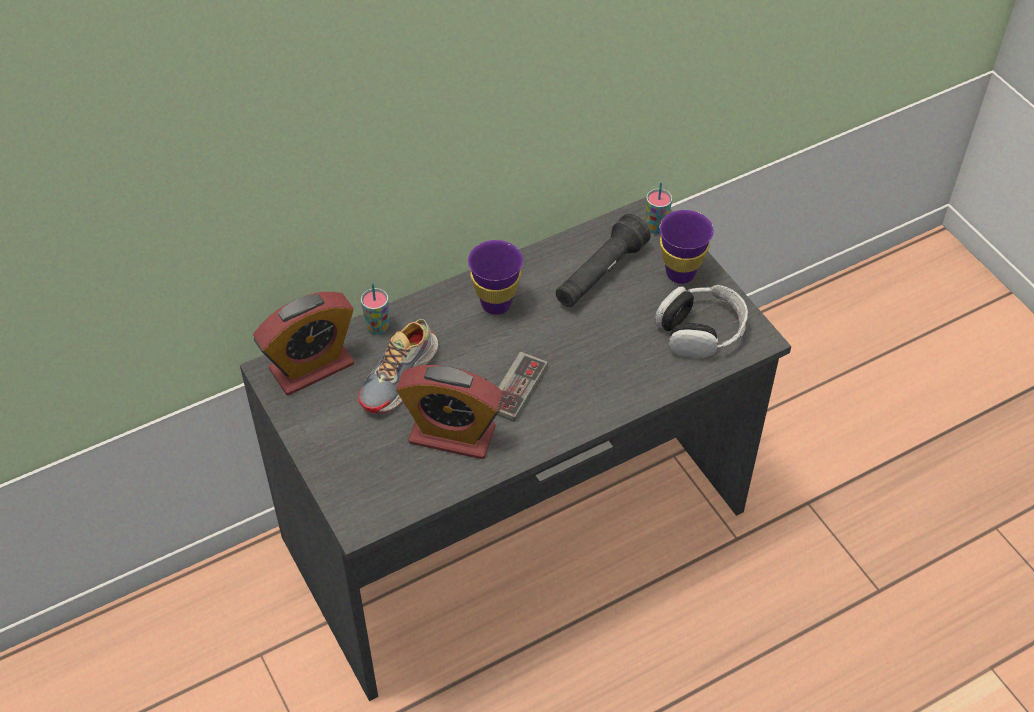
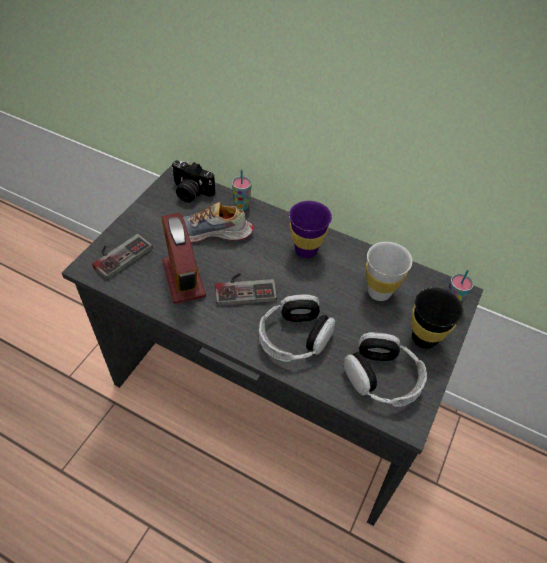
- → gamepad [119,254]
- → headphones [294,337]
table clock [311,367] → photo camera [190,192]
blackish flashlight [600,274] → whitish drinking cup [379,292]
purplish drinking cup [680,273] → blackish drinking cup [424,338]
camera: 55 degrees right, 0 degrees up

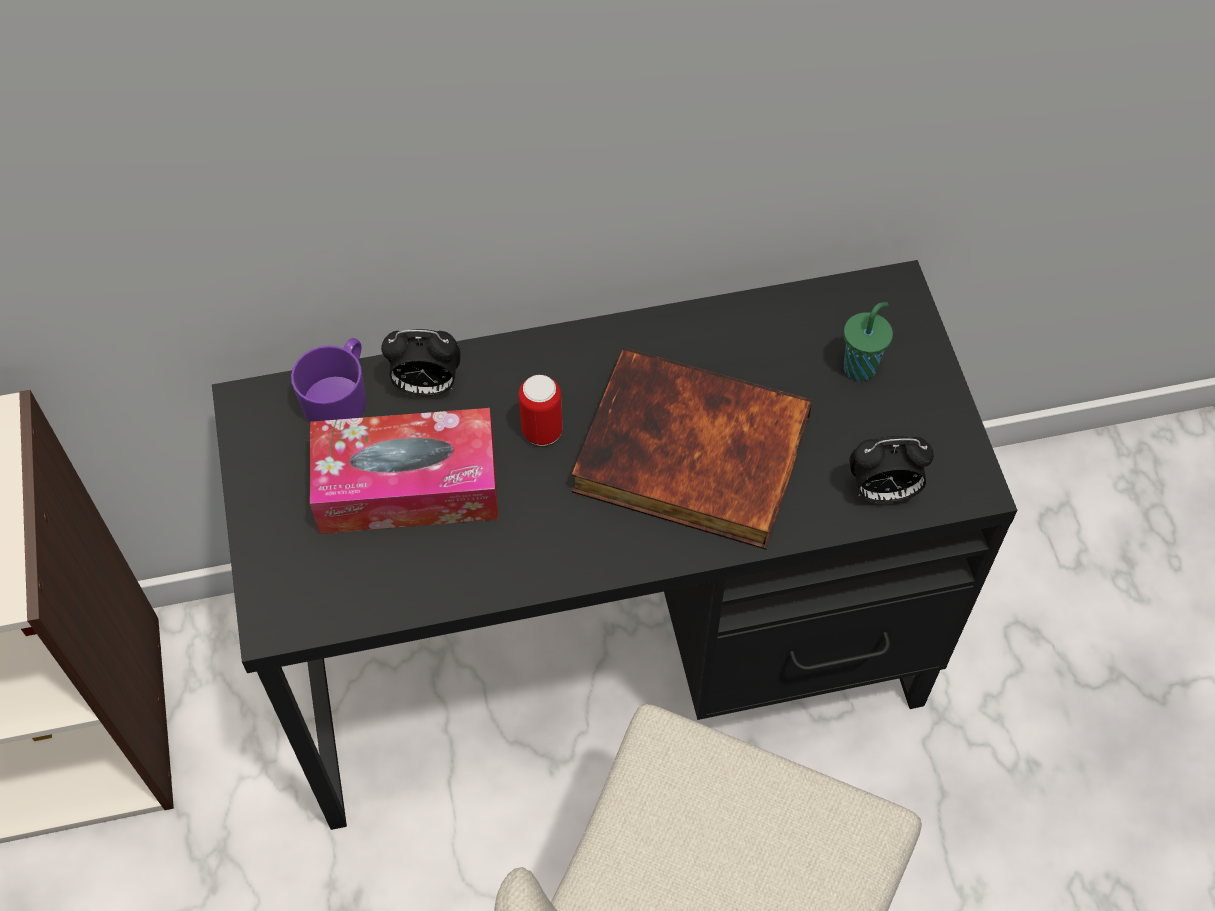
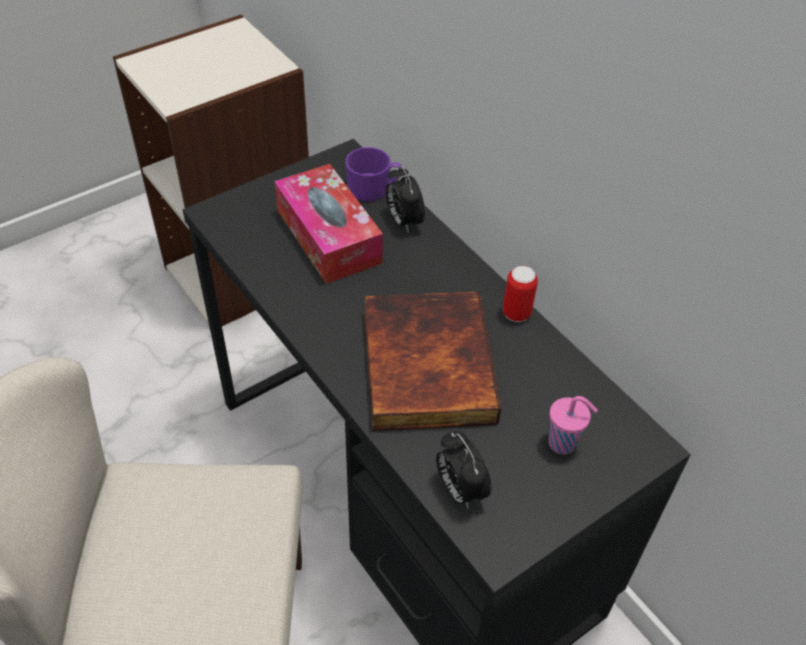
can [542,431] → can [516,313], moved
greenish drinking cup [861,366] → pink-coloured drinking cup [563,444]
camera: 65 degrees right, 10 degrees down

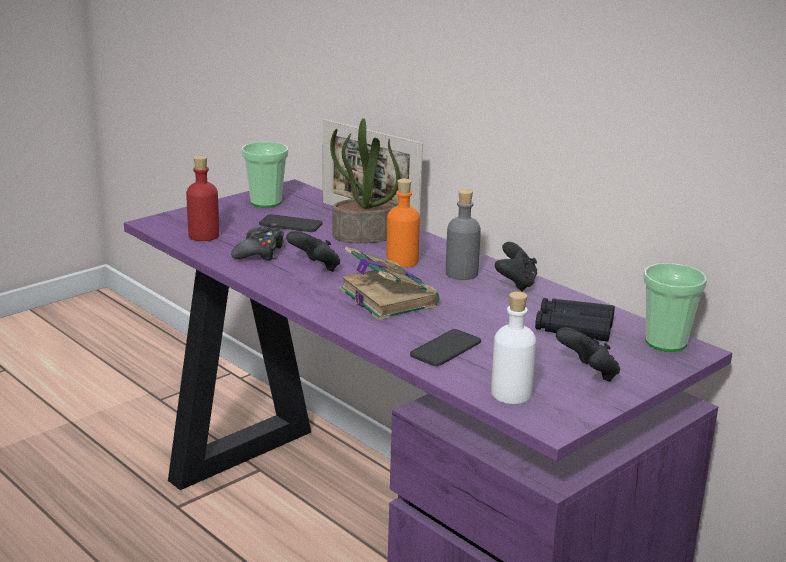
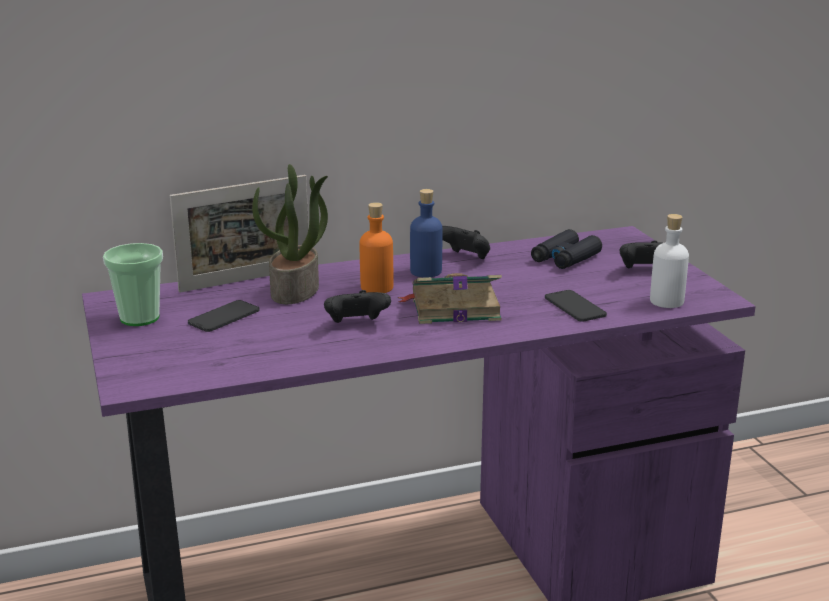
red-coloured bottle [204,235] → -
blackish gamepad [260,252] → -
drinking cup [665,342] → -
greyish bottle [461,273] → blue-coloured bottle [426,271]
camera: 65 degrees left, 0 degrees up

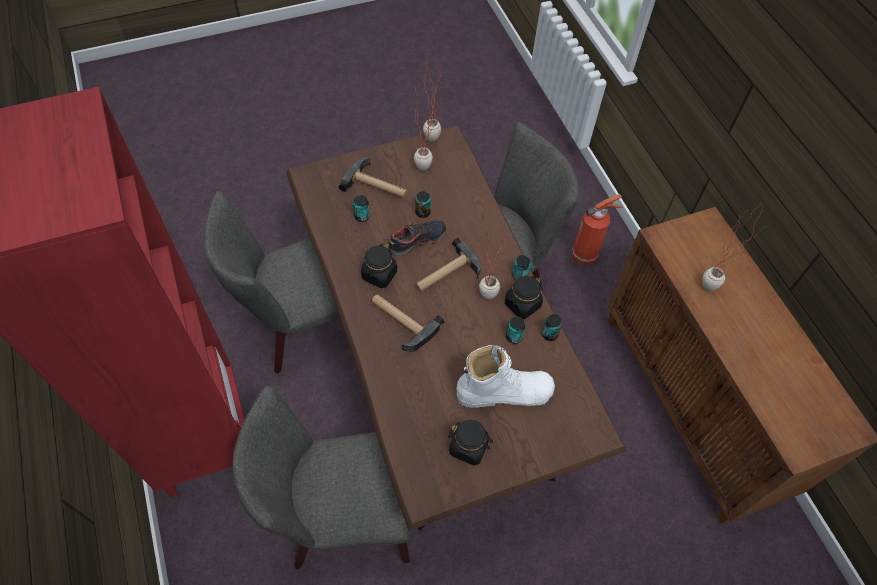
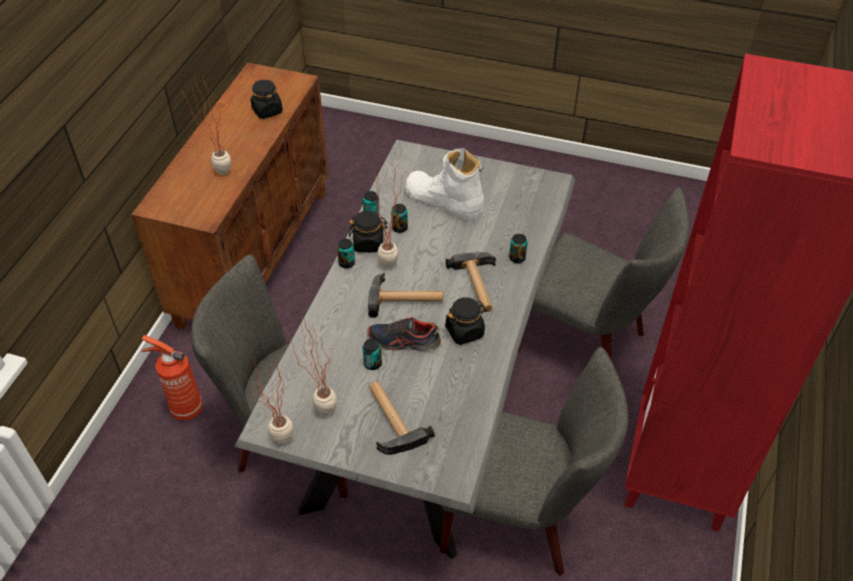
can [362,216] → can [517,258], moved
blackish jar [469,447] → blackish jar [267,110], moved
brown-coloured kitchen table [435,370] → greyish kitchen table [426,398]
camera: 140 degrees left, 10 degrees down

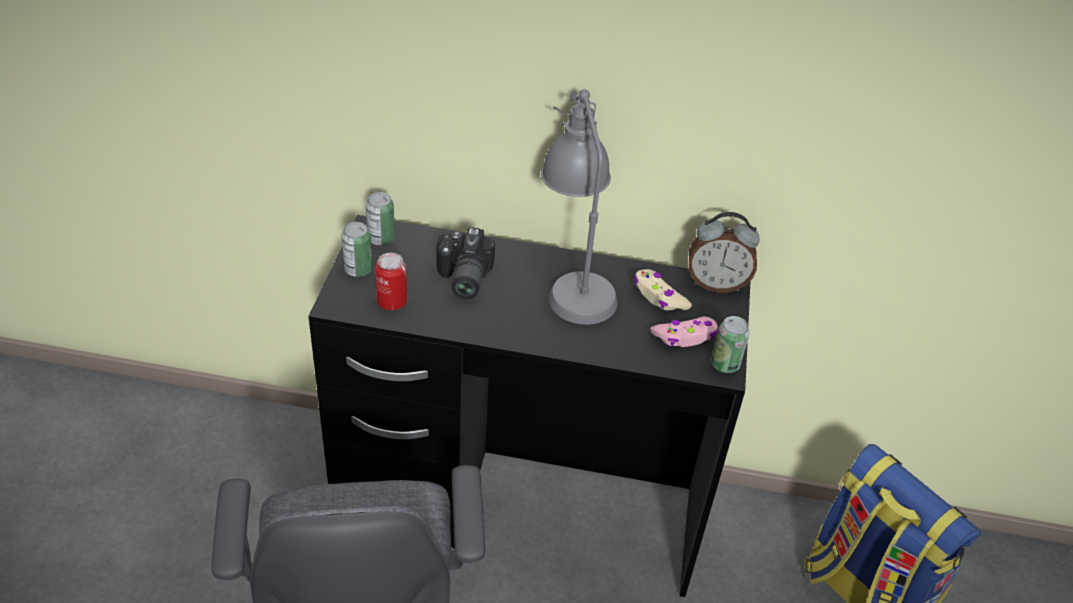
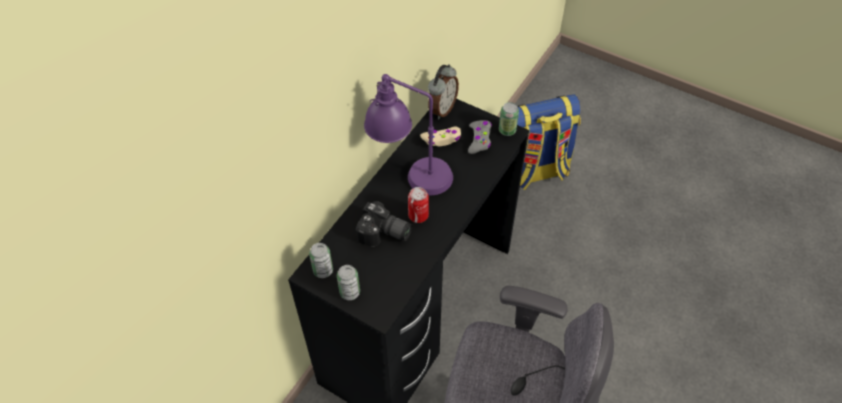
can [392,302] → can [418,216], moved
greyish lamp for a table [573,279] → purplish lamp for a table [410,176]
pink-coloured gamepad [685,337] → greyish gamepad [479,140]
camera: 65 degrees left, 10 degrees up

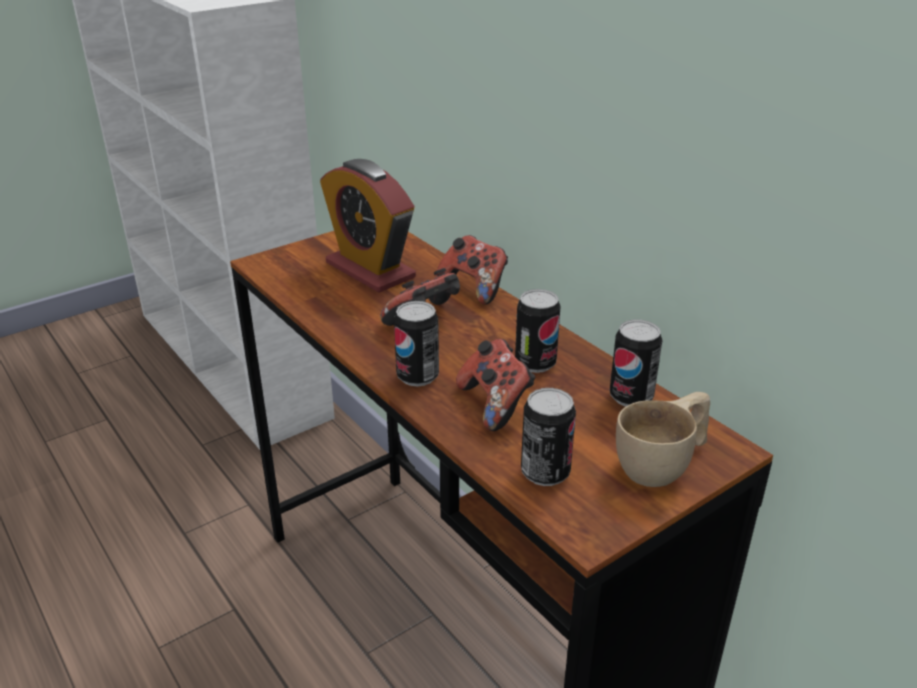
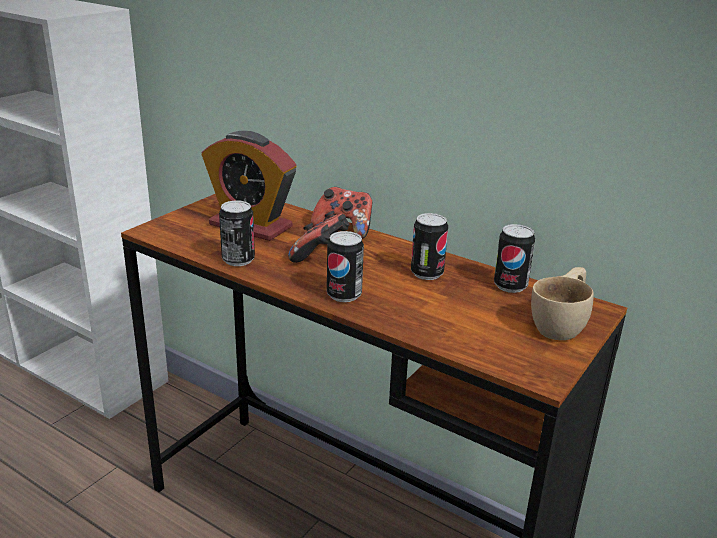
gamepad [495,404] → -
can [545,472] → can [238,260], moved
camera: 20 degrees left, 5 degrees down

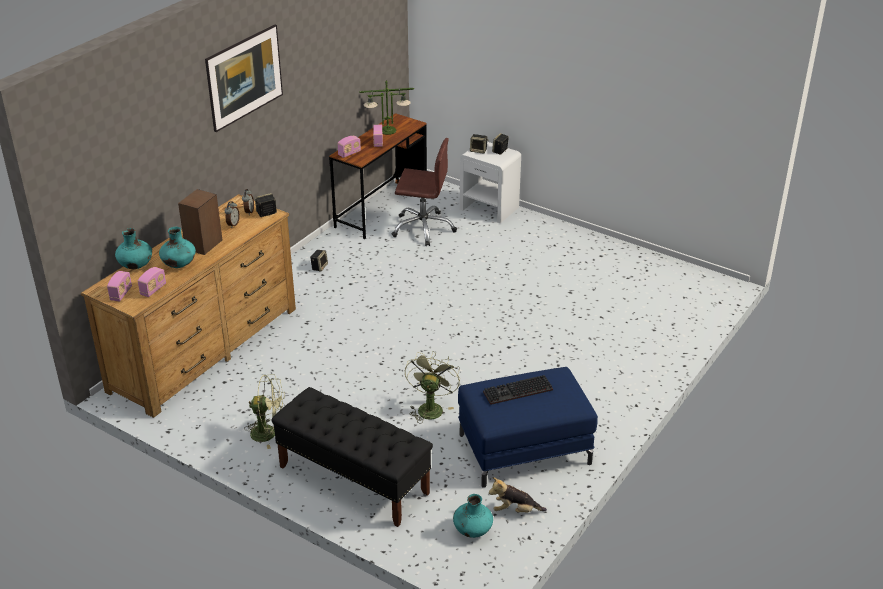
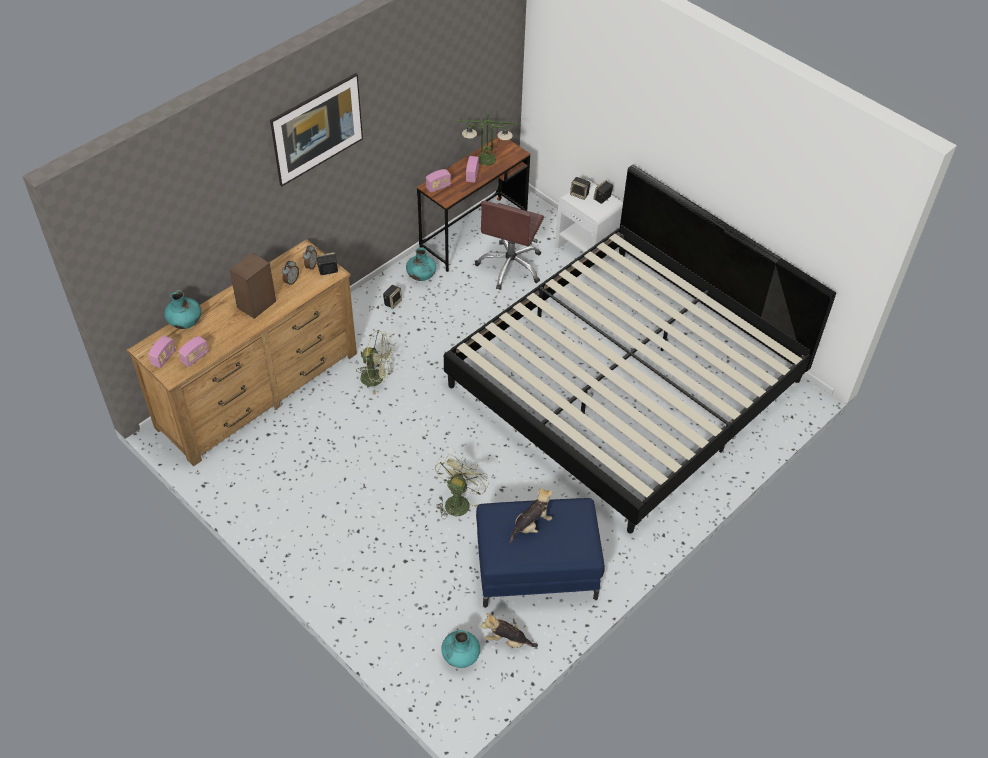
blackish indoor bench [353,480] → -
- → bed [626,382]
turquoise-coloured vase [179,265] → turquoise-coloured vase [421,276], moved
greenish fan [269,433] → greenish fan [377,378], moved
computer keyboard [517,392] → cuddly toy [531,525]
brown-coloured office chair [423,228] → brown-coloured office chair [510,266], 90 degrees clockwise
camera: 10 degrees right, 15 degrees up

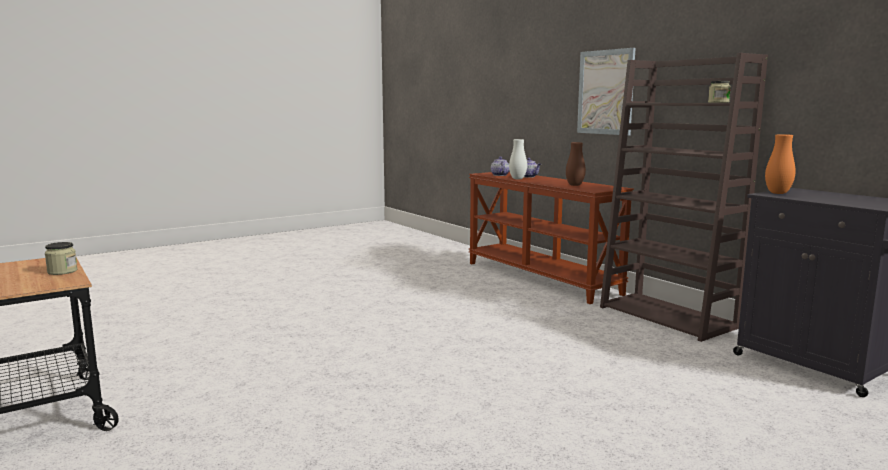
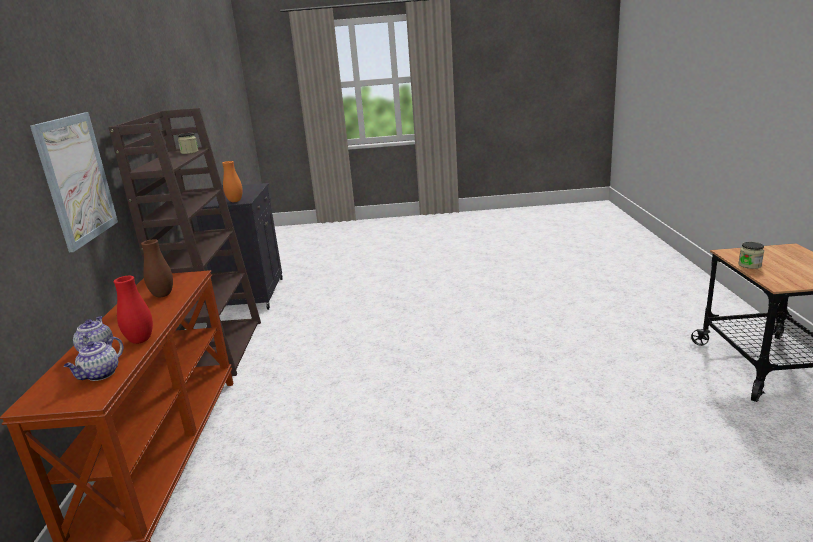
whitish vase [517,179] → red-coloured vase [140,340]
camera: 145 degrees left, 10 degrees up

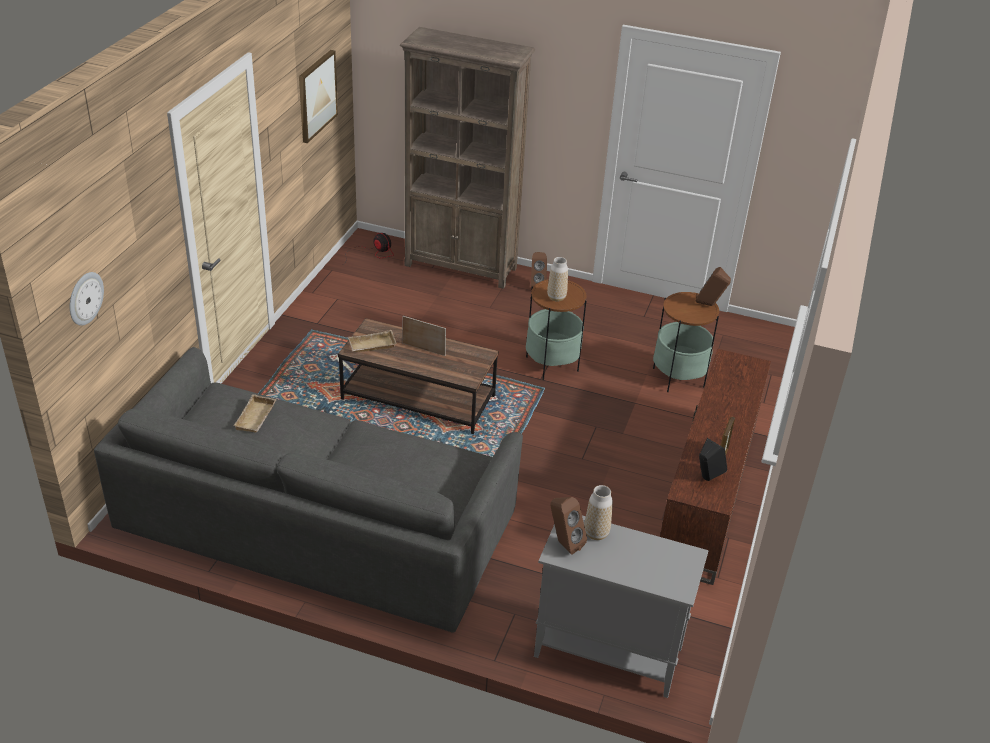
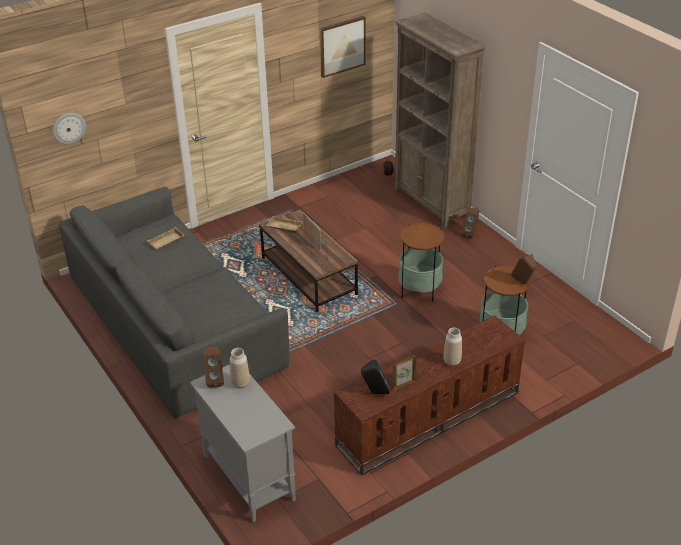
vase [556,297] → vase [452,361], moved
camera: 40 degrees right, 0 degrees up

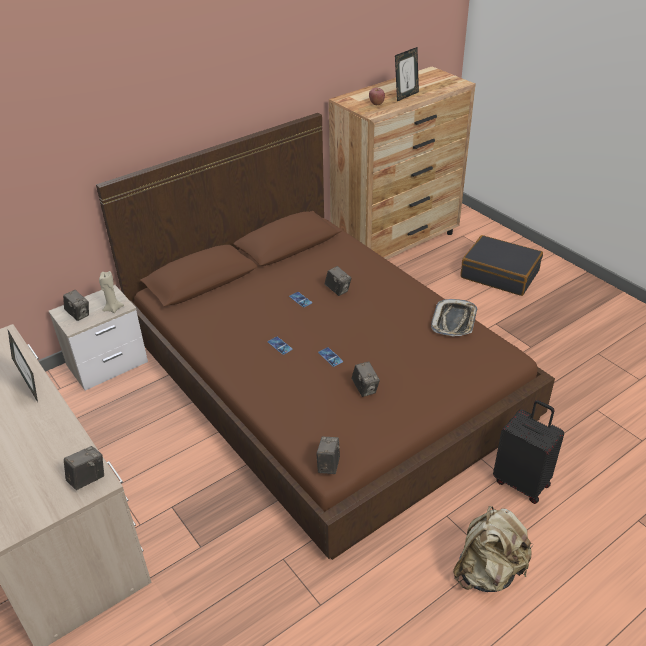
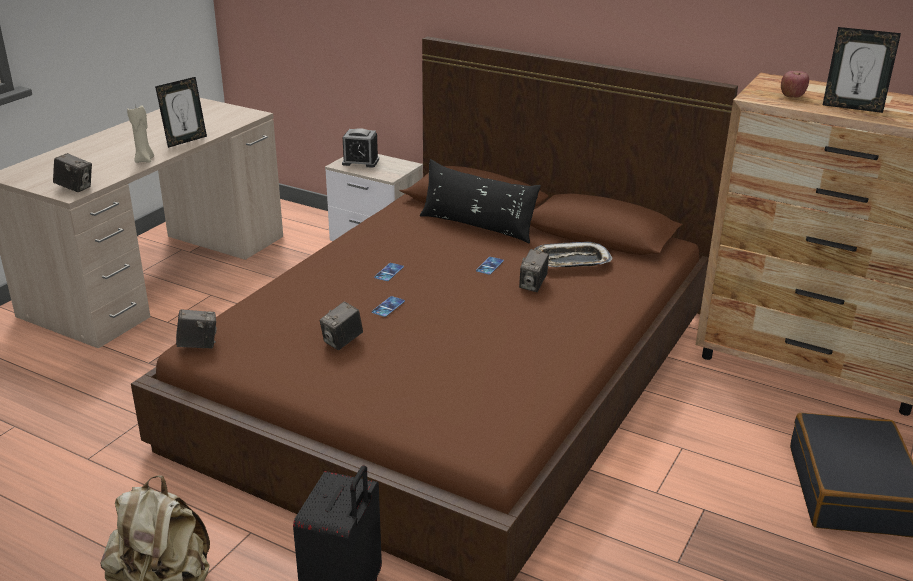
- → blackish cushion [477,226]
beige wax light [113,309] → beige wax light [145,160], moved
carrying tray [454,321] → carrying tray [571,261], moved
photo camera [79,314] → table clock [360,162]
camera: 65 degrees right, 10 degrees down

